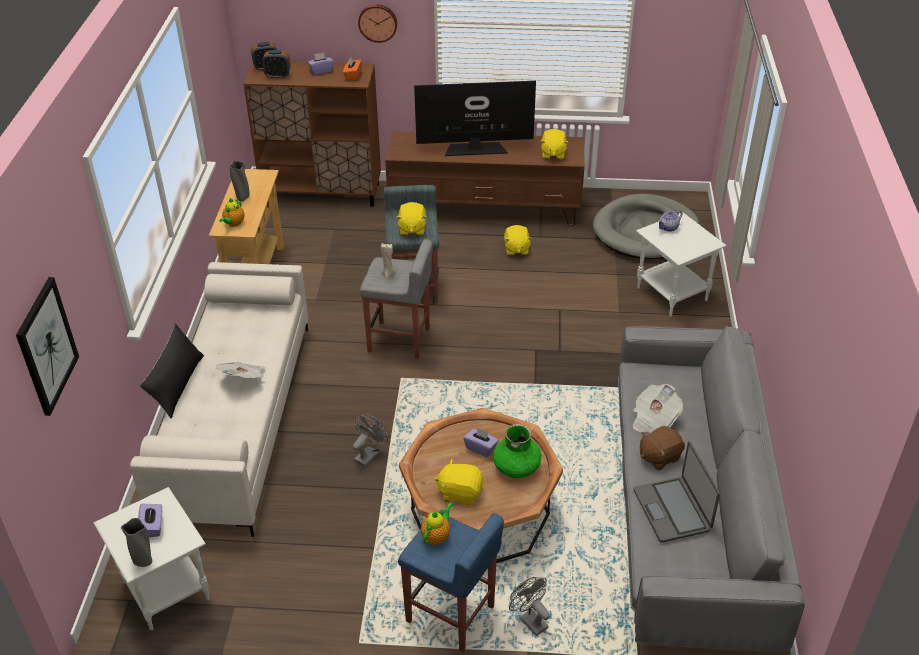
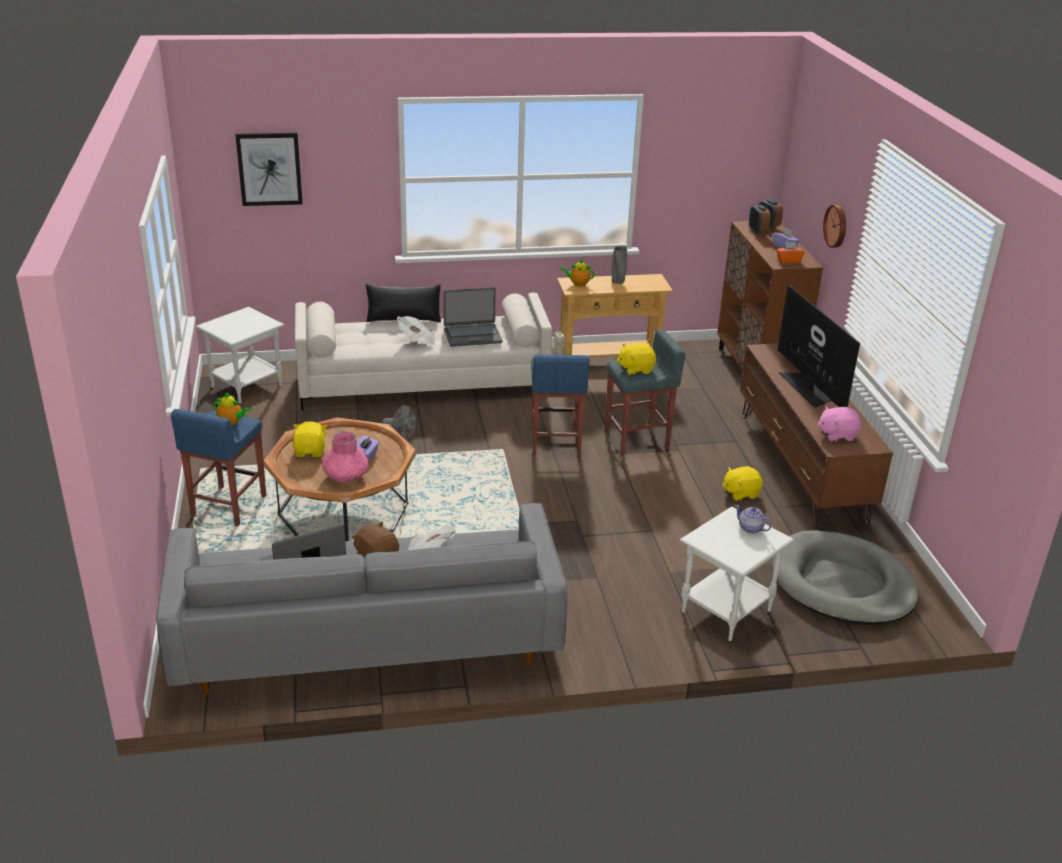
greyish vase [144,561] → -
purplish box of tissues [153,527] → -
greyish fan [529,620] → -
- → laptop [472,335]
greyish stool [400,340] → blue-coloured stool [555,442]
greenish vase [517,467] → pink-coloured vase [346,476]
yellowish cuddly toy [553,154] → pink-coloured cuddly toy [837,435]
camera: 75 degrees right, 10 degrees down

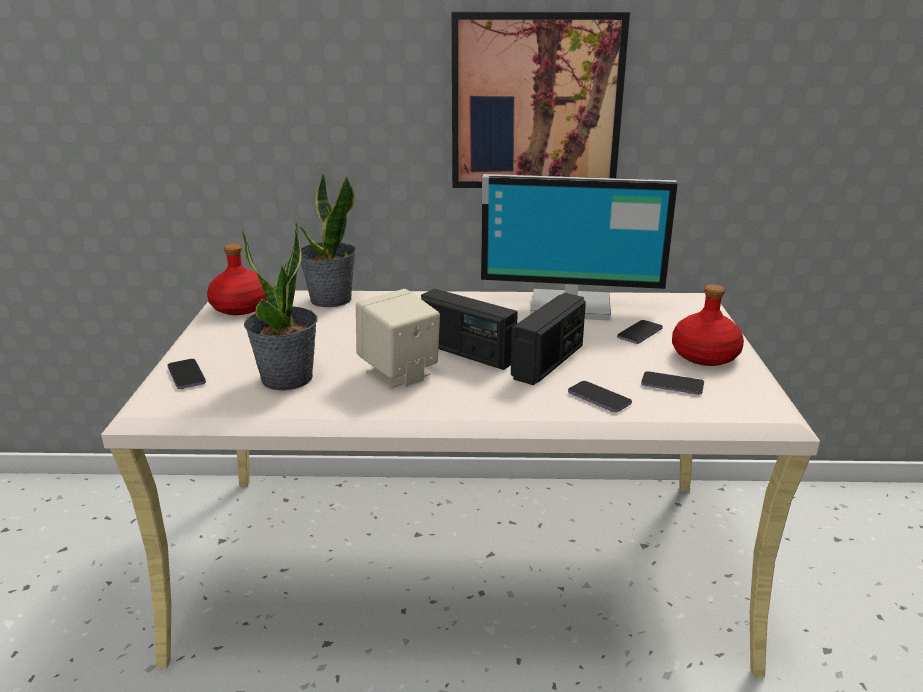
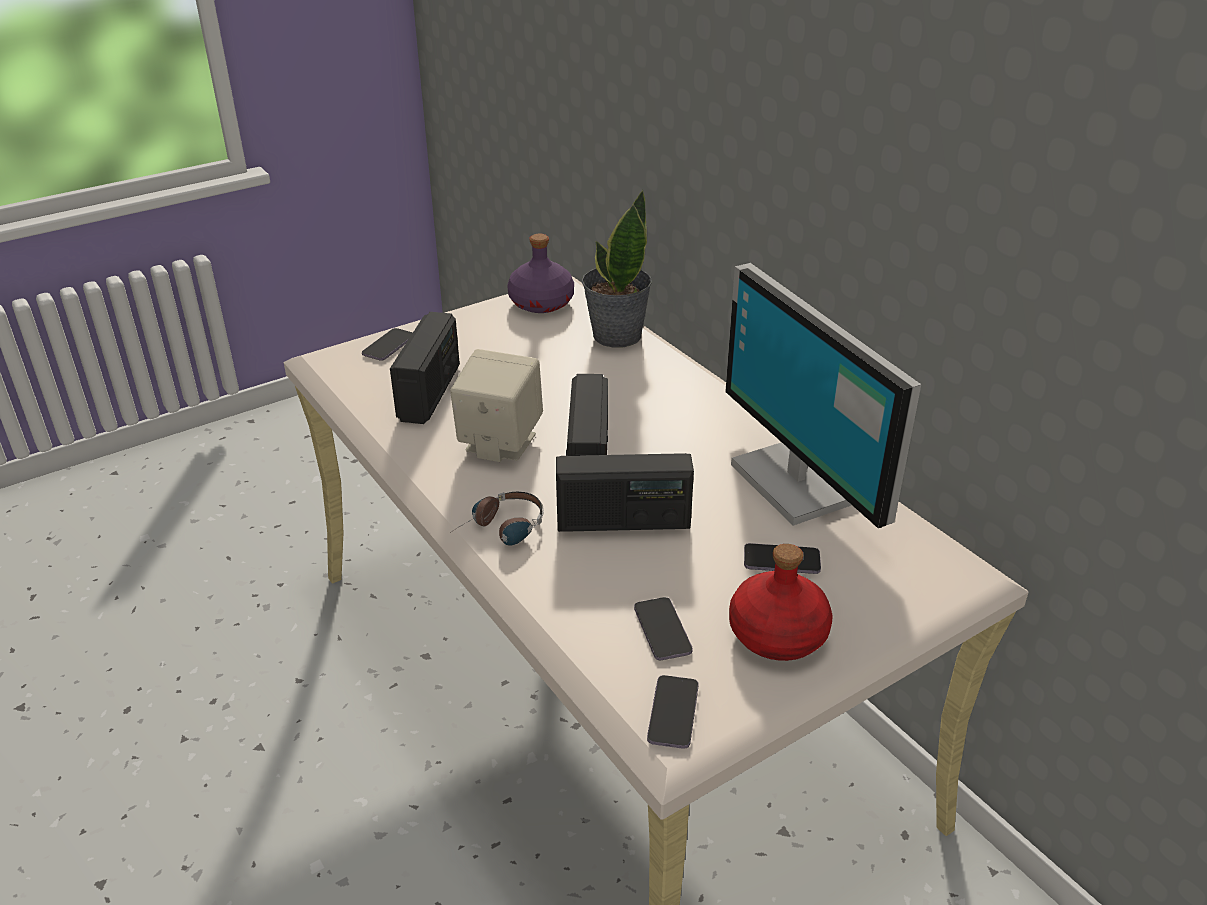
wall art [536,102] → -
- → headphones [501,531]
handset [599,398] → handset [673,713], moved
plant in a pot [287,378] → radio [430,392]
red-coloured bottle [241,307] → purplish bottle [542,303]
camera: 55 degrees right, 10 degrees up

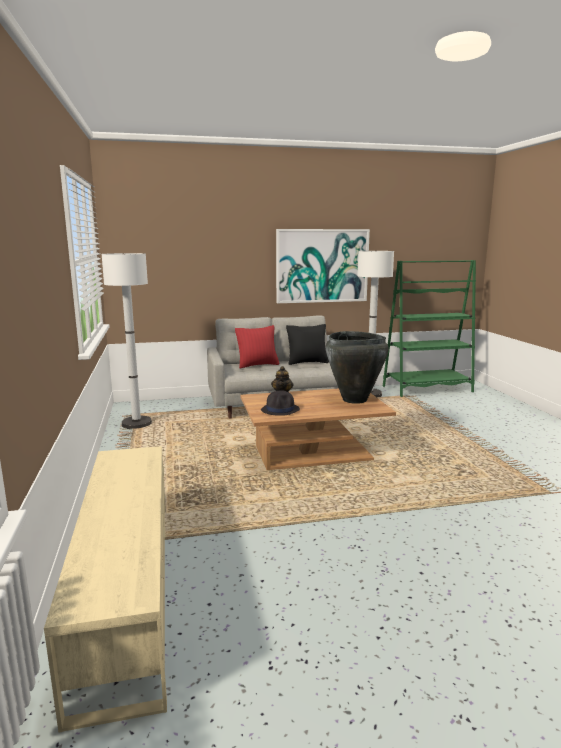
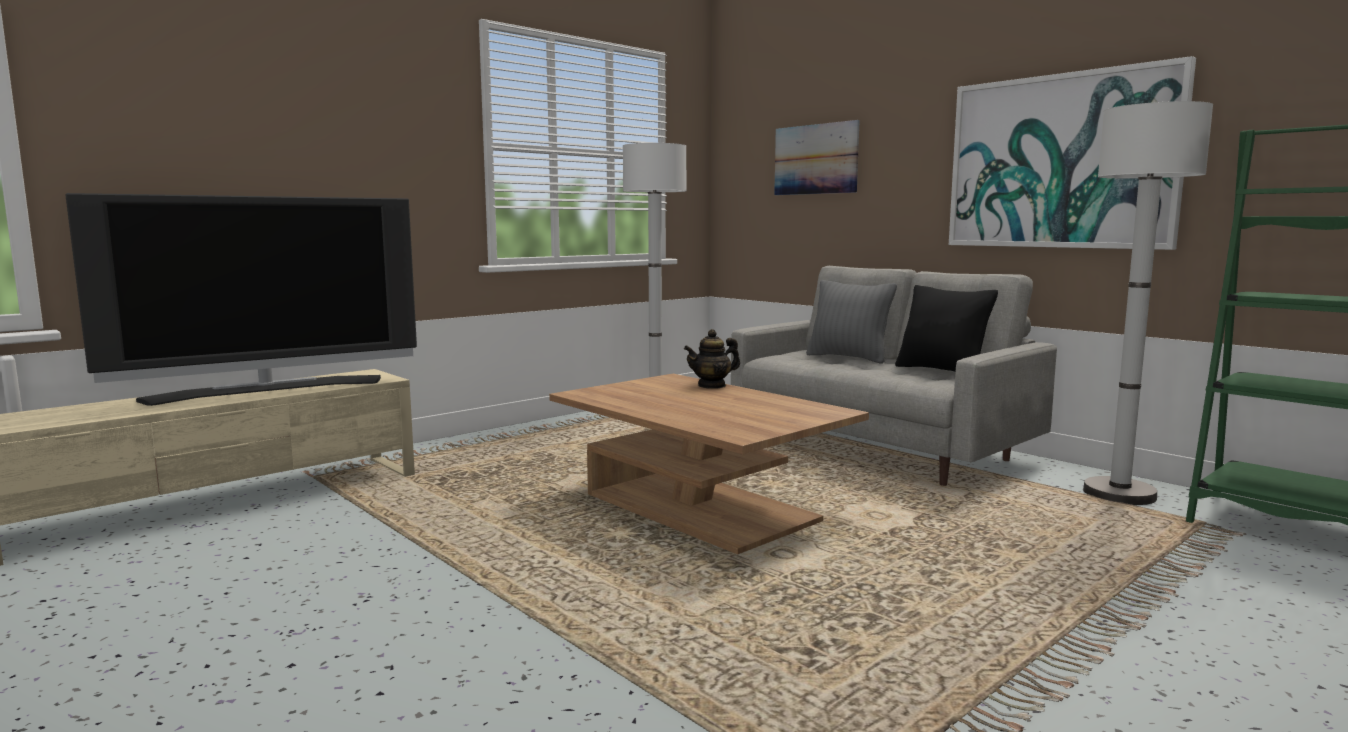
blackish wearable hat [280,410] → -
blackish vase [354,399] → -
- → TV set [268,390]
- → wall art [815,159]
red-coloured cushion [257,365] → greyish cushion [848,358]
camera: 60 degrees right, 5 degrees down

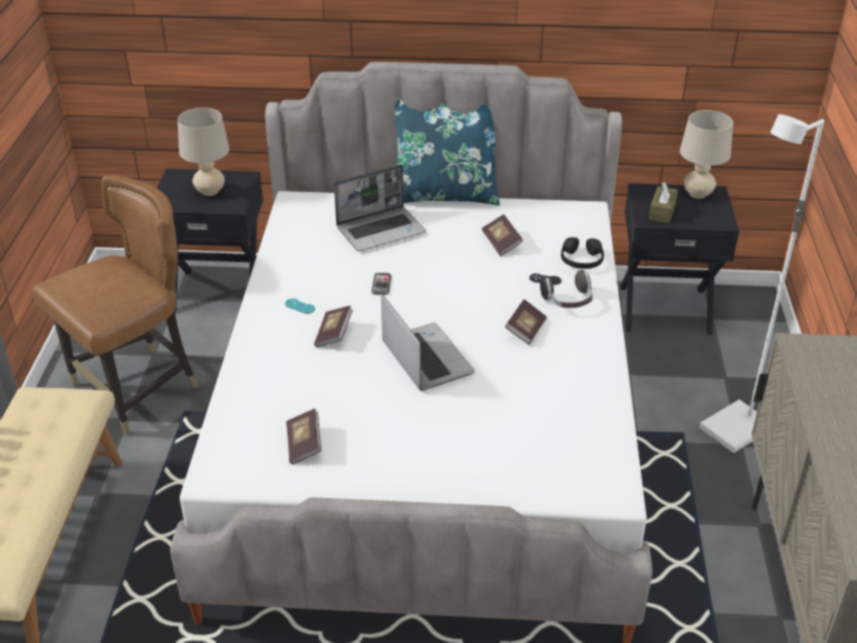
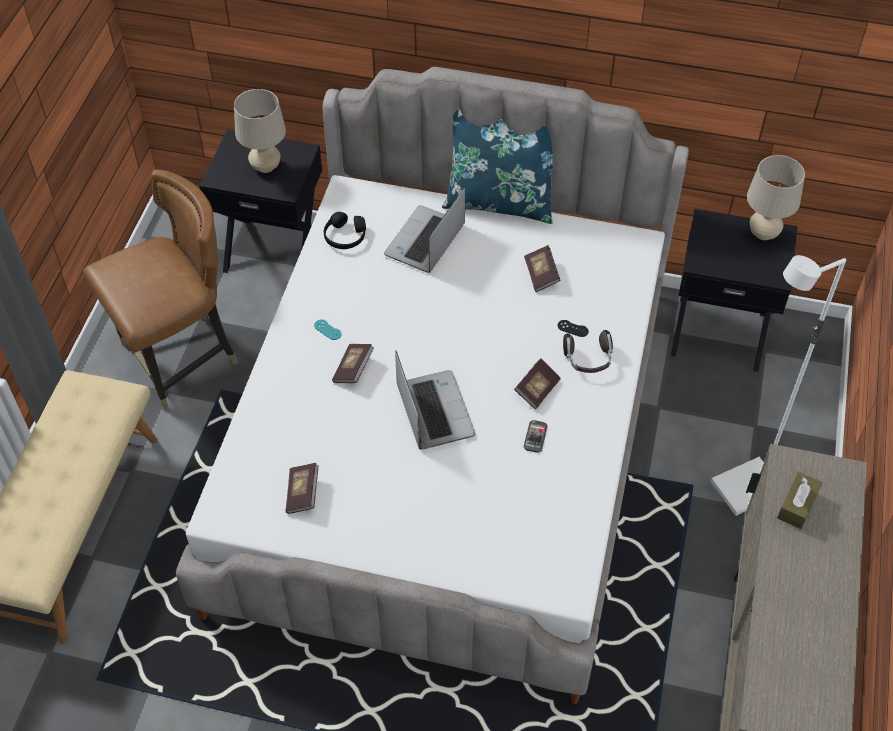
handset [381,285] → handset [535,437], moved
blackish headphones [581,260] → blackish headphones [345,236], moved
brown-coloured box of tissues [662,211] → brown-coloured box of tissues [797,505], moved
laptop [381,230] → laptop [425,242], 135 degrees clockwise
camera: 10 degrees right, 15 degrees up

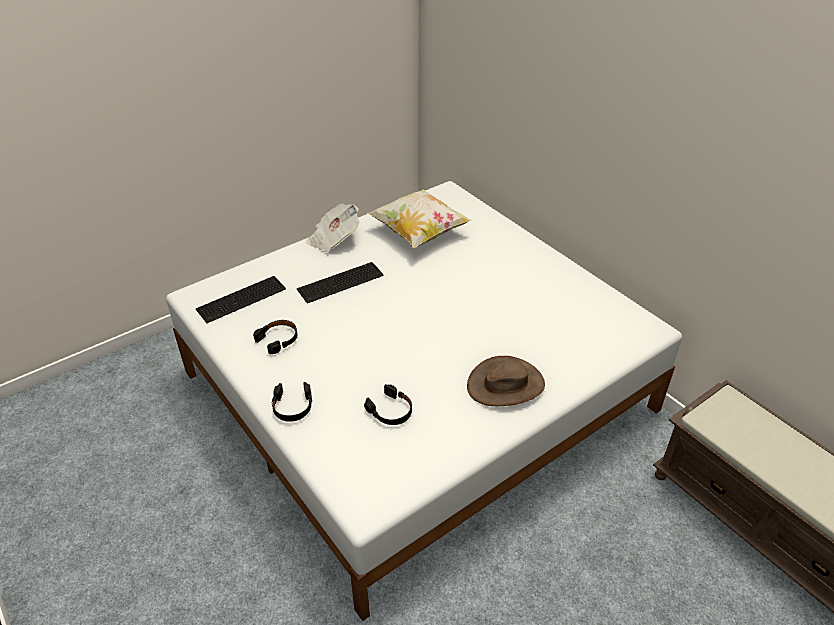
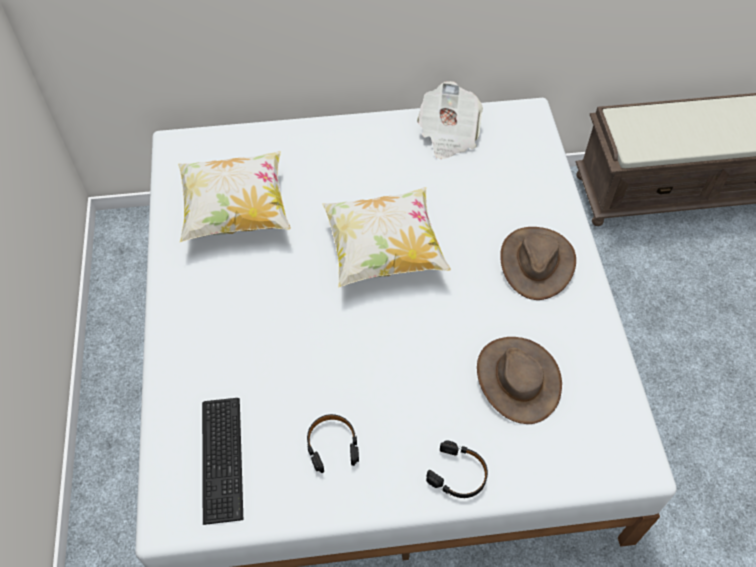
computer keyboard [342,283] → -
- → cushion [384,252]
newspaper [334,239] → newspaper [448,134], moved
blackish headphones [391,411] → brown-coloured wearable hat [518,379]
camera: 60 degrees left, 15 degrees up

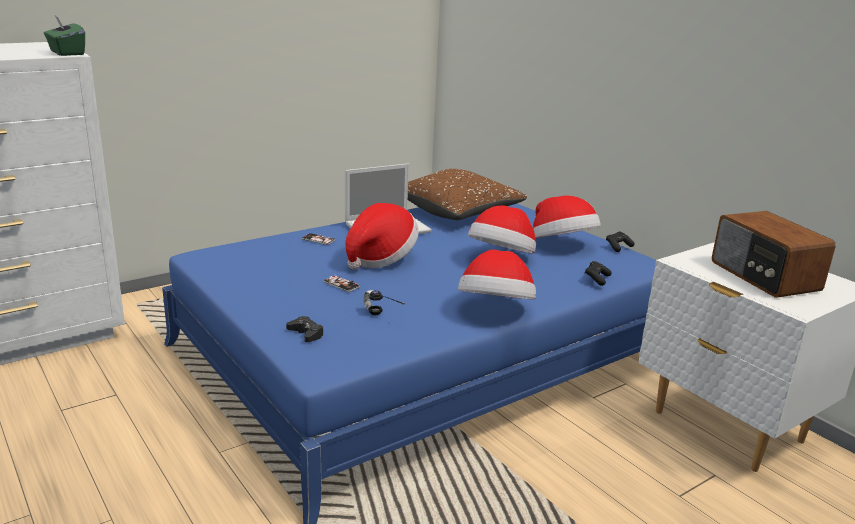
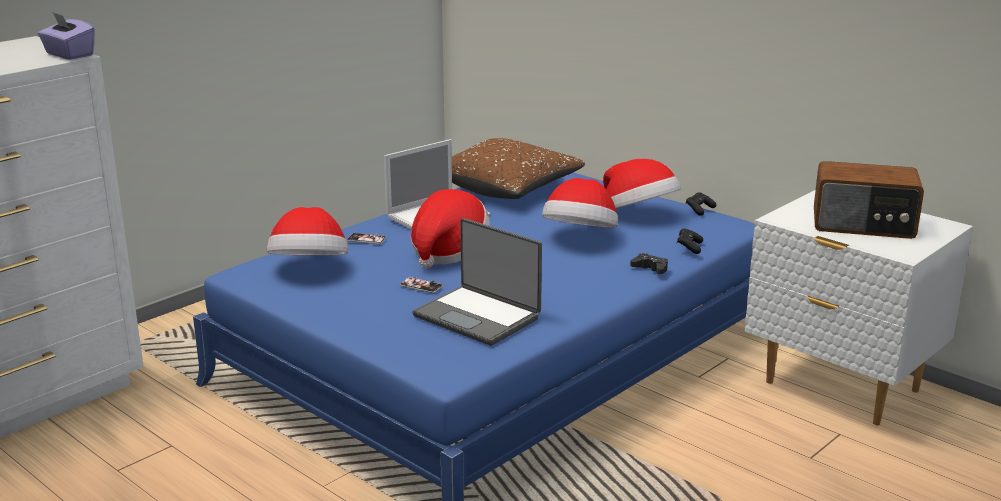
blackish gamepad [306,334] → blackish gamepad [650,268], moved
wearable hat [495,309] → wearable hat [310,268], moved
headphones [377,318] → laptop [478,316]
greenish box of tissues [66,53] → purplish box of tissues [69,55]
radio [763,276] → radio [864,225], 45 degrees counterclockwise
camera: 10 degrees left, 0 degrees up

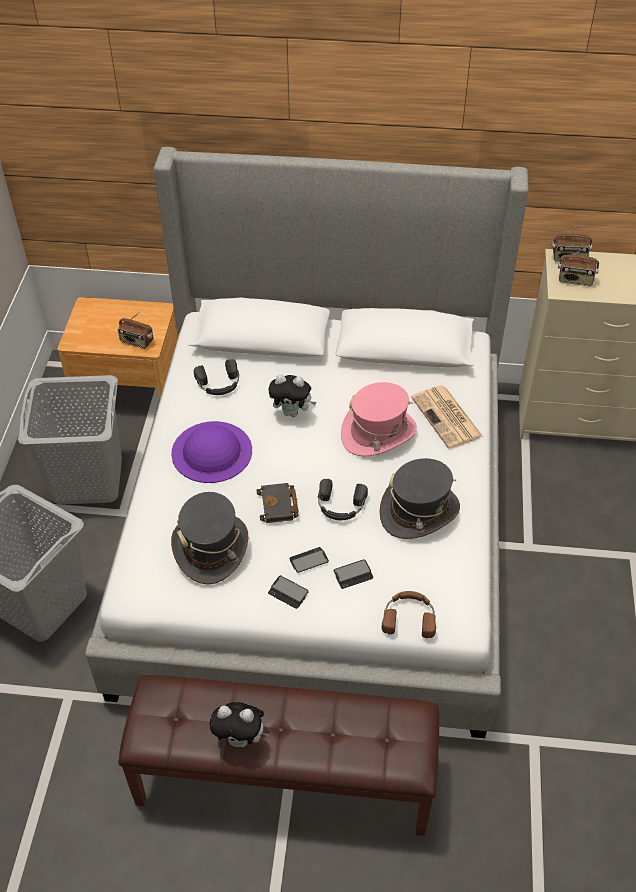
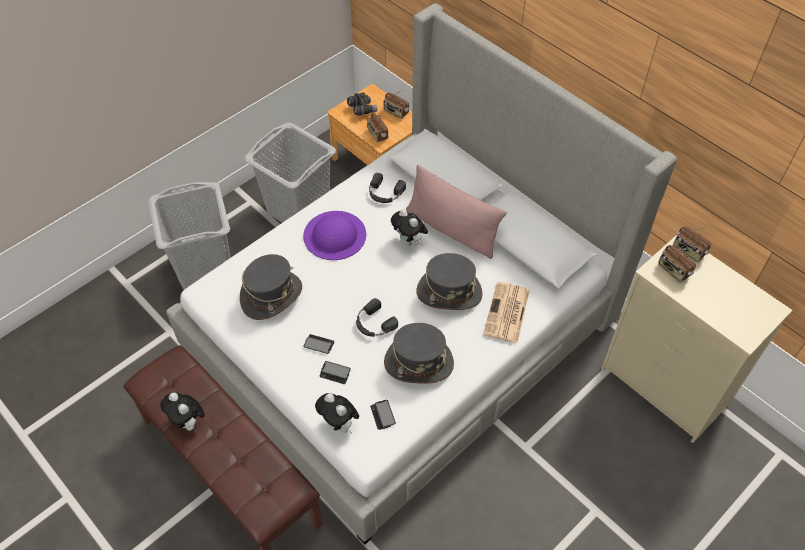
blackish book [279,506] → -
- → greyish pair of binoculars [362,110]
- → radio [396,112]
- → pink-coloured cushion [452,229]
handset [288,593] → handset [382,415], moved
brown-coloured headphones [409,616] → cuddly toy [339,424]
pink-coloured wearable hat [378,433] → greyish wearable hat [449,292]
camera: 40 degrees right, 5 degrees up

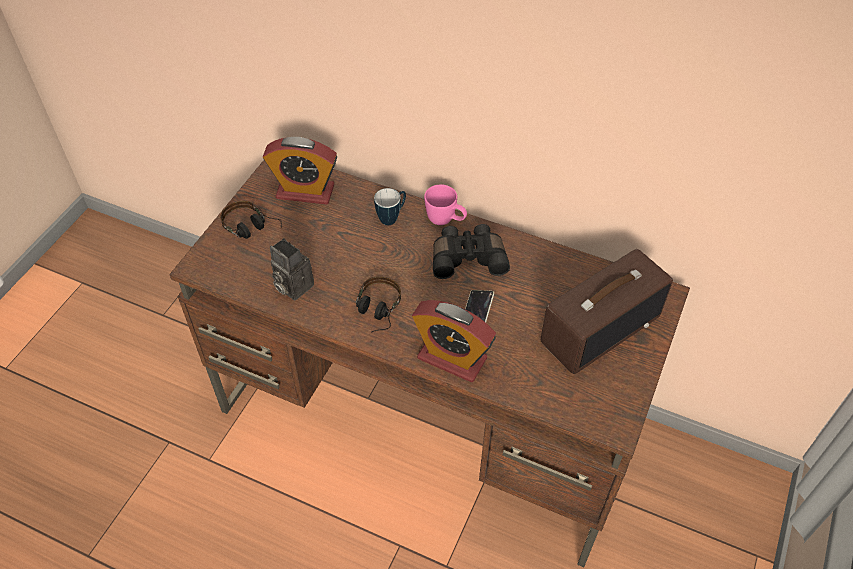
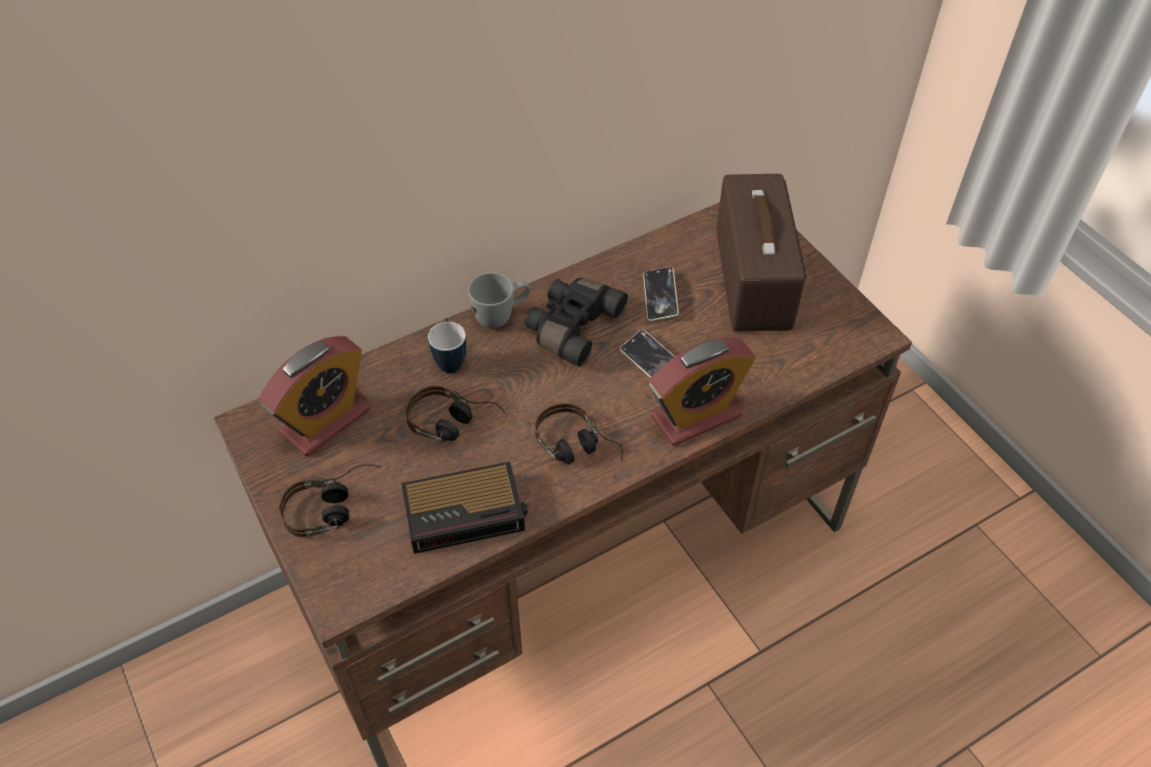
- → headphones [455,424]
- → handset [660,297]
photo camera [292,286] → table clock [466,512]
pink-coloured mug [445,221] → greyish mug [501,316]
camera: 55 degrees left, 0 degrees up

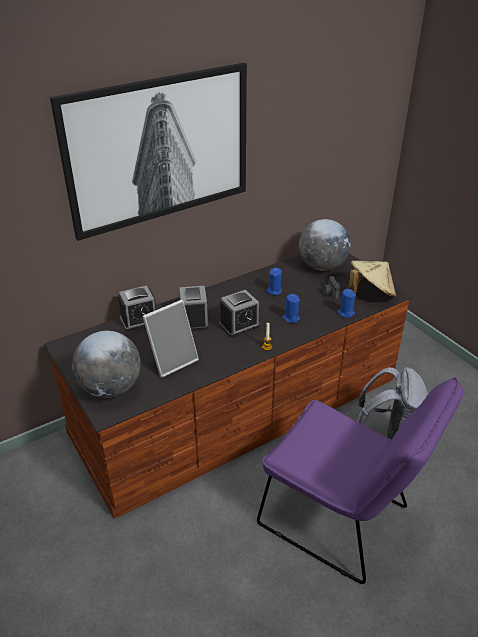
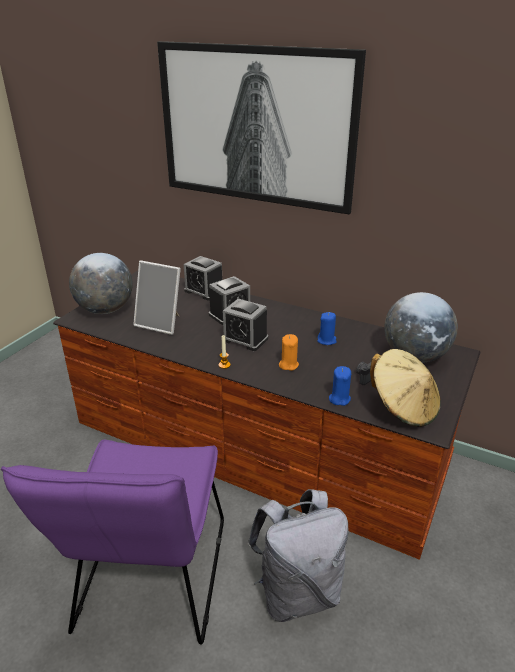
blue-coloured wax light [291,318] → orange wax light [288,365]
camera: 60 degrees right, 5 degrees down

